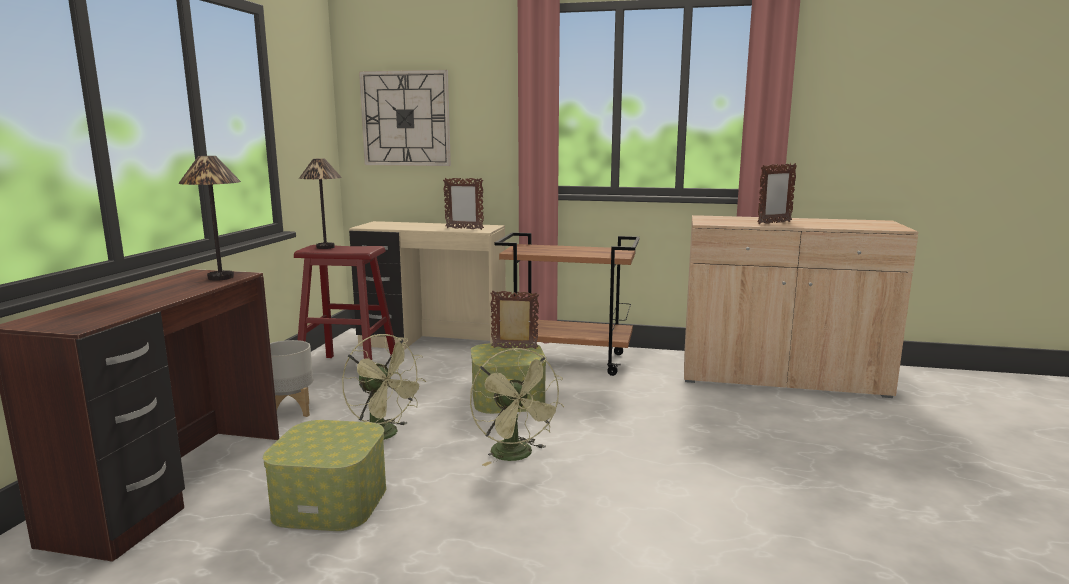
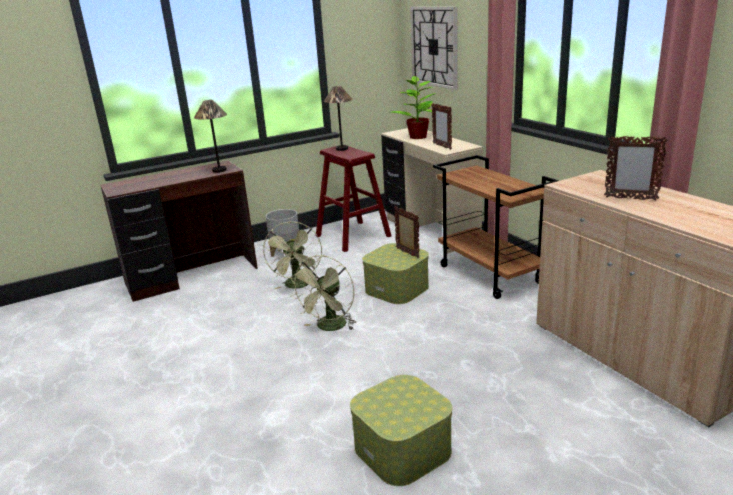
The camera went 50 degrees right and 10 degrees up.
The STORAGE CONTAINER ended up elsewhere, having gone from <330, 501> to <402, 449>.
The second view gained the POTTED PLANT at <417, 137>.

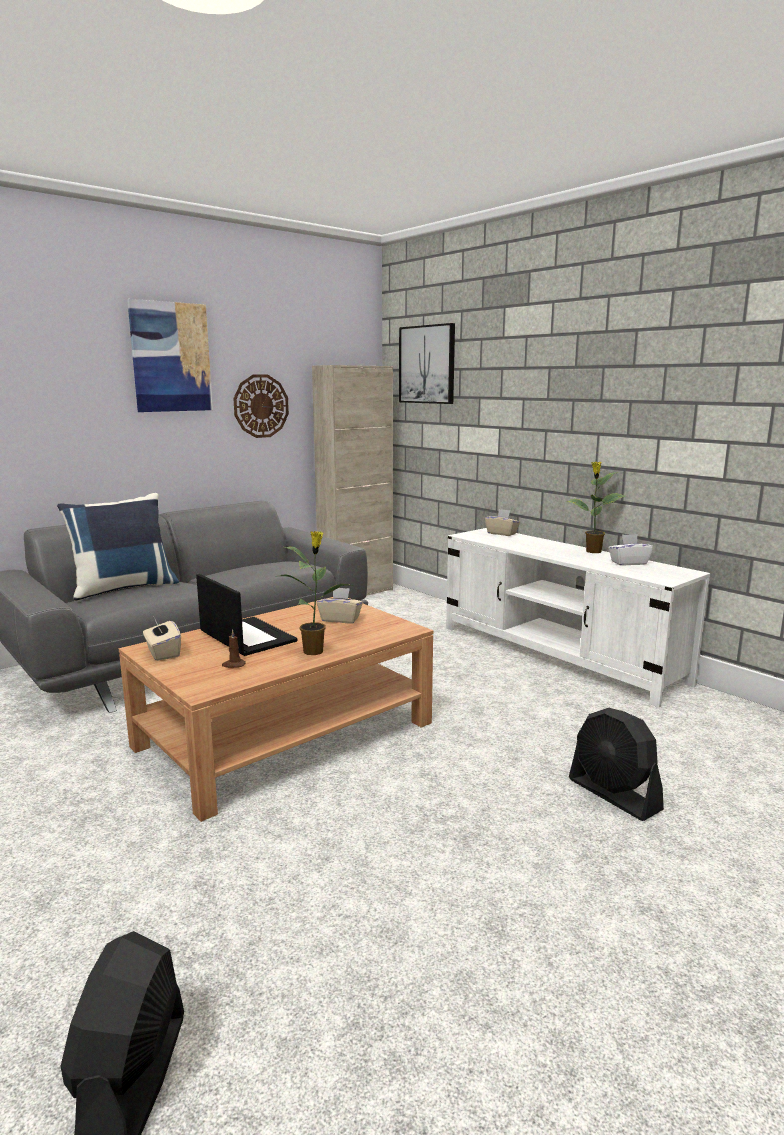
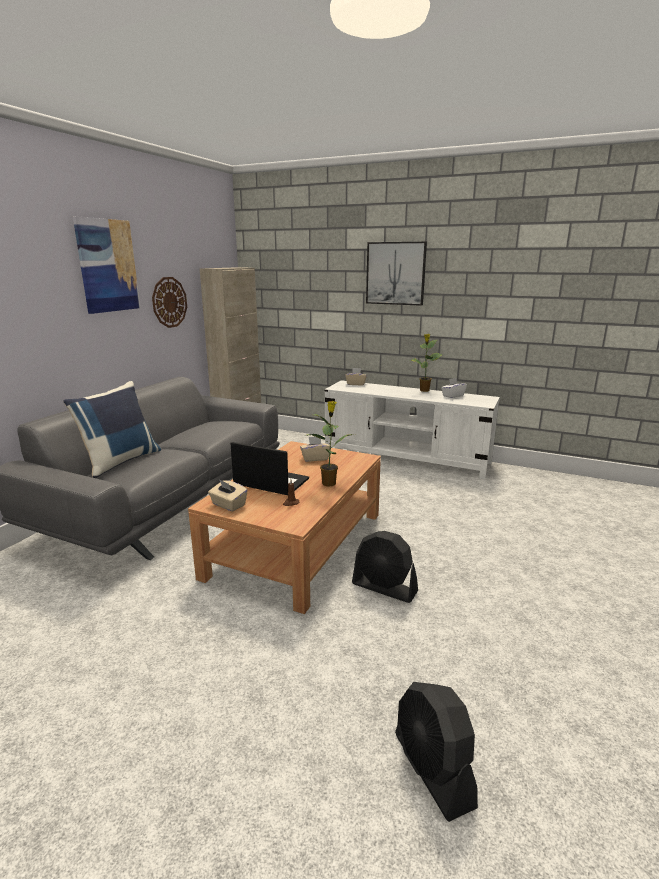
The camera went 25 degrees left and 5 degrees up.
The WALL PICTURE ended up elsewhere, having gone from <427, 364> to <395, 273>.
The BLACKISH COOLING FAN ended up elsewhere, having gone from <614, 795> to <384, 588>.

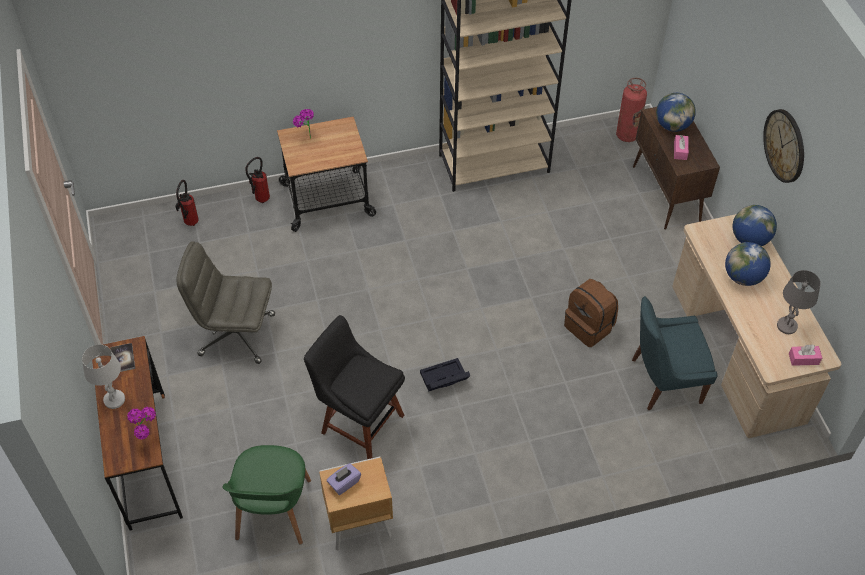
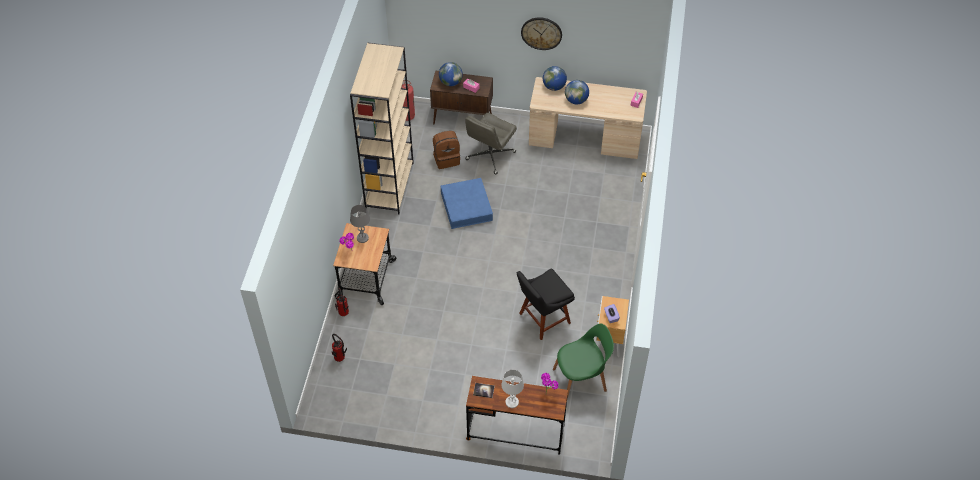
The camera went 65 degrees left and 0 degrees up.
The GREYISH OFFICE CHAIR ended up elsewhere, having gone from <236, 334> to <490, 156>.
The GREEN-COLOURED CHAIR at <273, 512> ended up facing another way, 45 degrees counterclockwise from before.
The second view lost the BLACKISH STORAGE CONTAINER at <443, 379>.
The BROWNISH RUCKSACK ended up elsewhere, having gone from <589, 327> to <446, 159>.
The second view lost the BLUISH CHAIR at <663, 381>.
The GREYISH TABLETOP LAMP ended up elsewhere, having gone from <786, 326> to <362, 238>.
The second view gained the BLUISH STORAGE CONTAINER at <466, 206>.

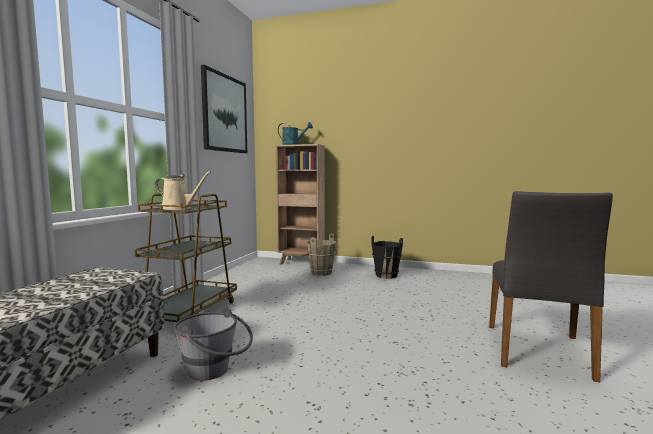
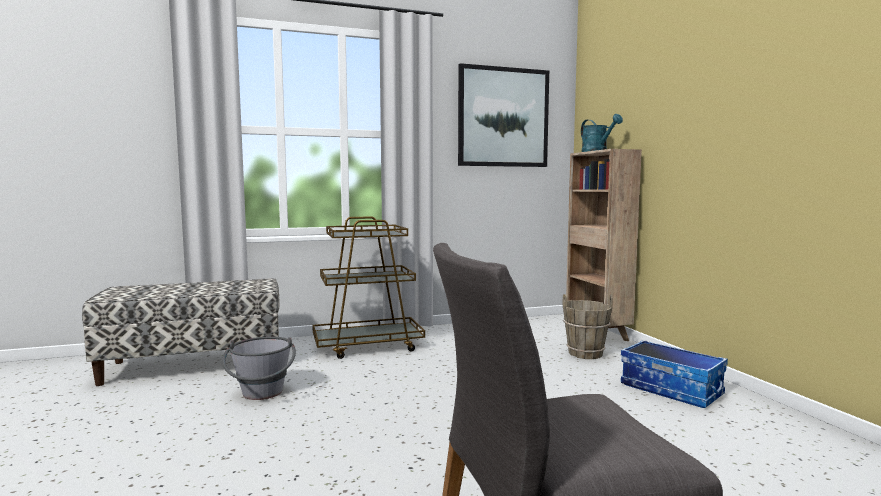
The camera went 55 degrees right and 0 degrees up.
The second view lost the BEIGE WATERING CAN at <179, 208>.
Where the BLACKISH PAIL stood at <386, 275>, the STORAGE CONTAINER came to stand at <672, 389>.

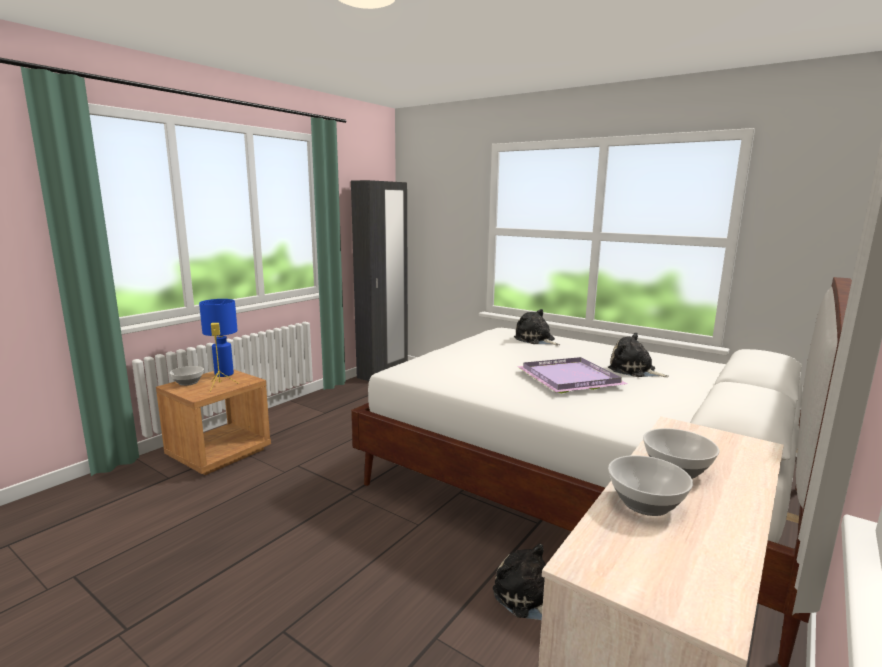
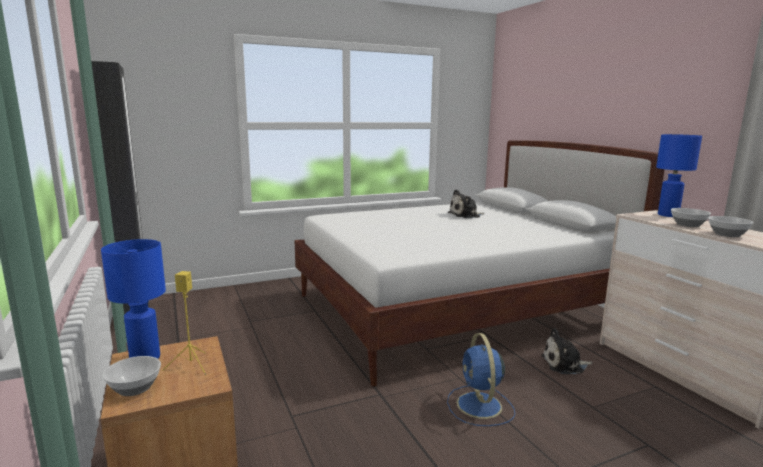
The camera went 60 degrees left and 0 degrees up.
The second view lost the PLUSH TOY at <536, 340>.
The second view lost the PURPLE-COLOURED CARRYING TRAY at <570, 377>.
The second view gained the BLUISH COOLING FAN at <479, 406>.
The second view gained the BLUISH TABLETOP LAMP at <668, 215>.

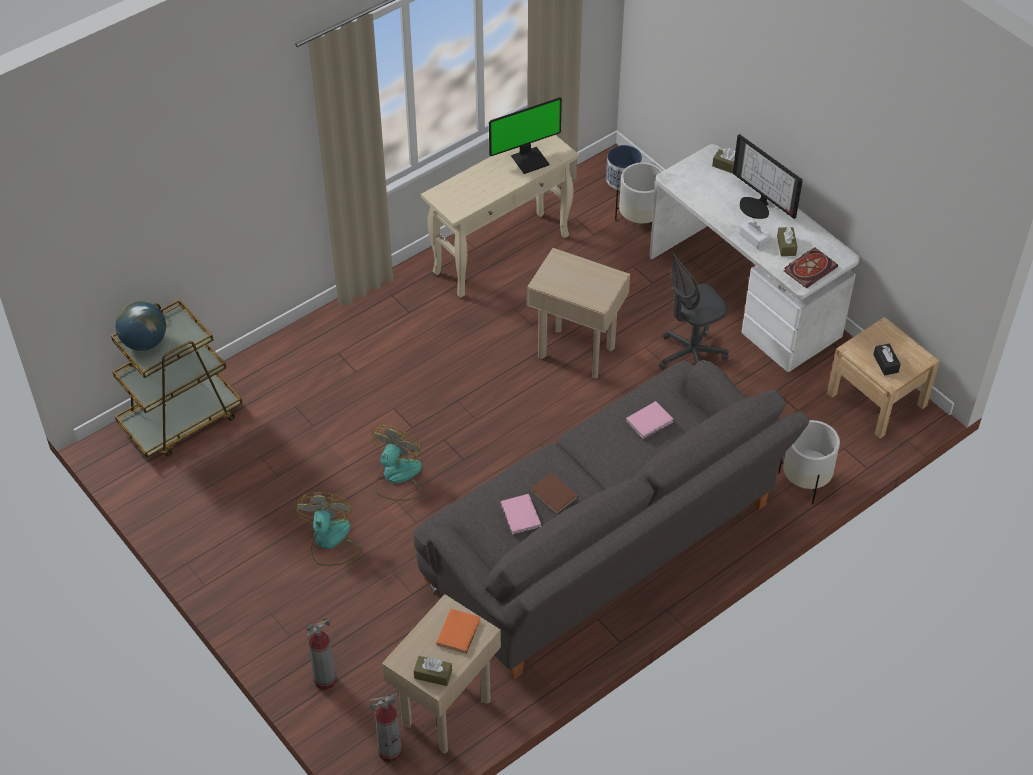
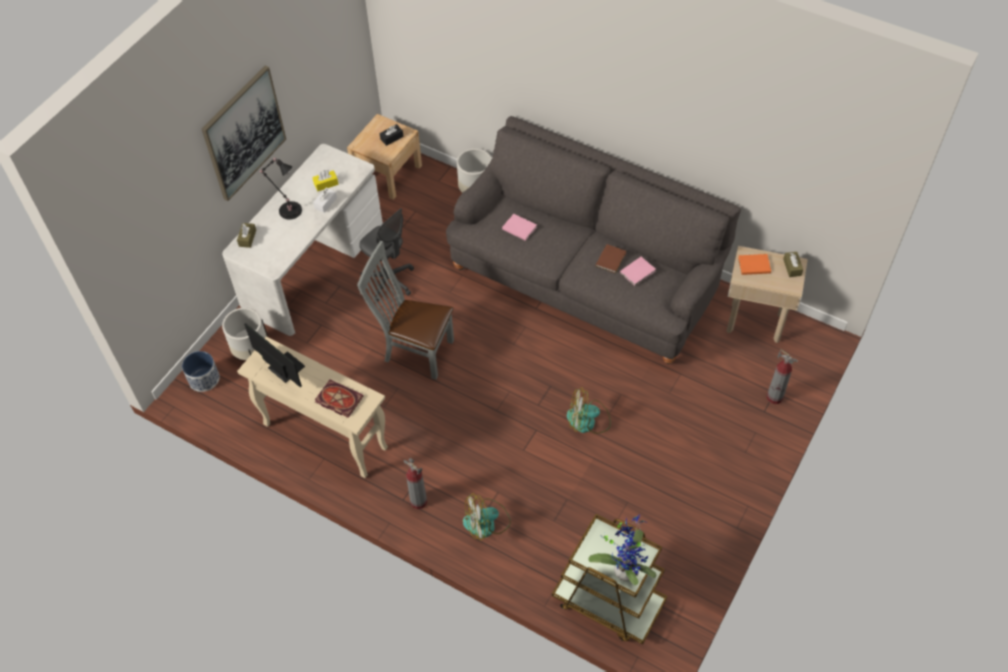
The camera went 110 degrees left and 5 degrees up.
Where the GLOBE stood at <145, 342>, the POTTED PLANT came to stand at <625, 568>.
The COOLING FAN ended up elsewhere, having gone from <330, 542> to <486, 523>.
The FIRE EXTINGUISHER ended up elsewhere, having gone from <390, 752> to <418, 501>.
Where the BEIGE ACCENT TABLE stood at <576, 352>, the GREYISH CHAIR came to stand at <414, 350>.
Where the COMPUTER DISPLAY stood at <757, 206>, the BLACKISH TABLETOP LAMP came to stand at <288, 209>.
What was the BROWNISH TISSUE BOX at <786, 246> turned into the YELLOW TISSUE BOX at <326, 184>.
The BOUND BOOK ended up elsewhere, having gone from <810, 268> to <337, 399>.
The second view gained the WALL PICTURE at <244, 133>.

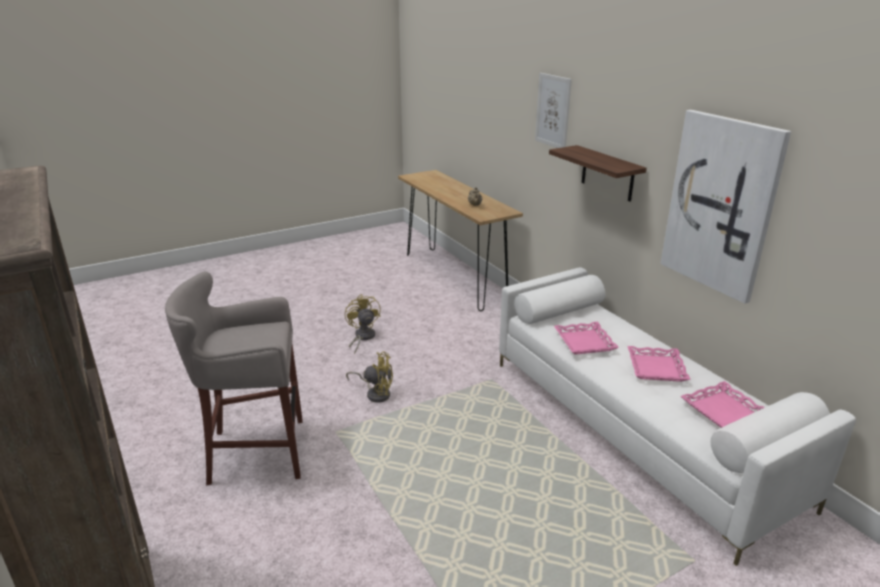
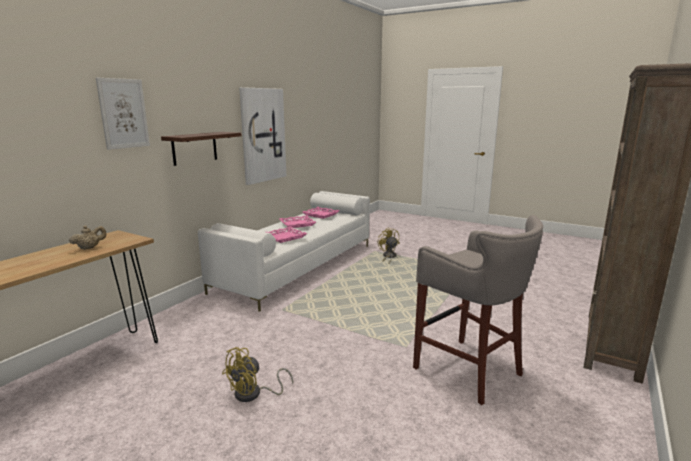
The camera went 120 degrees left and 10 degrees down.
The YELLOW COOLING FAN ended up elsewhere, having gone from <376, 393> to <388, 257>.

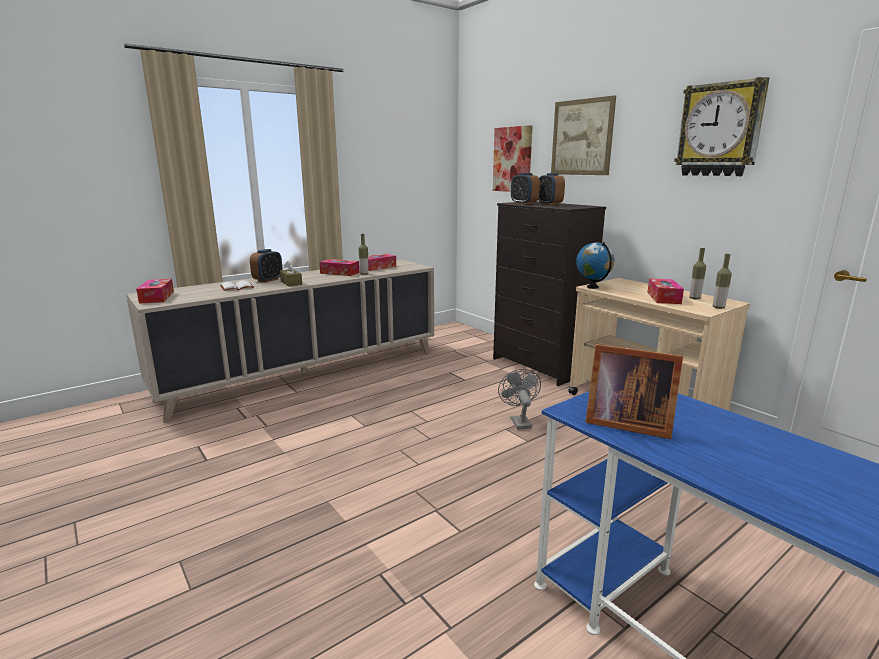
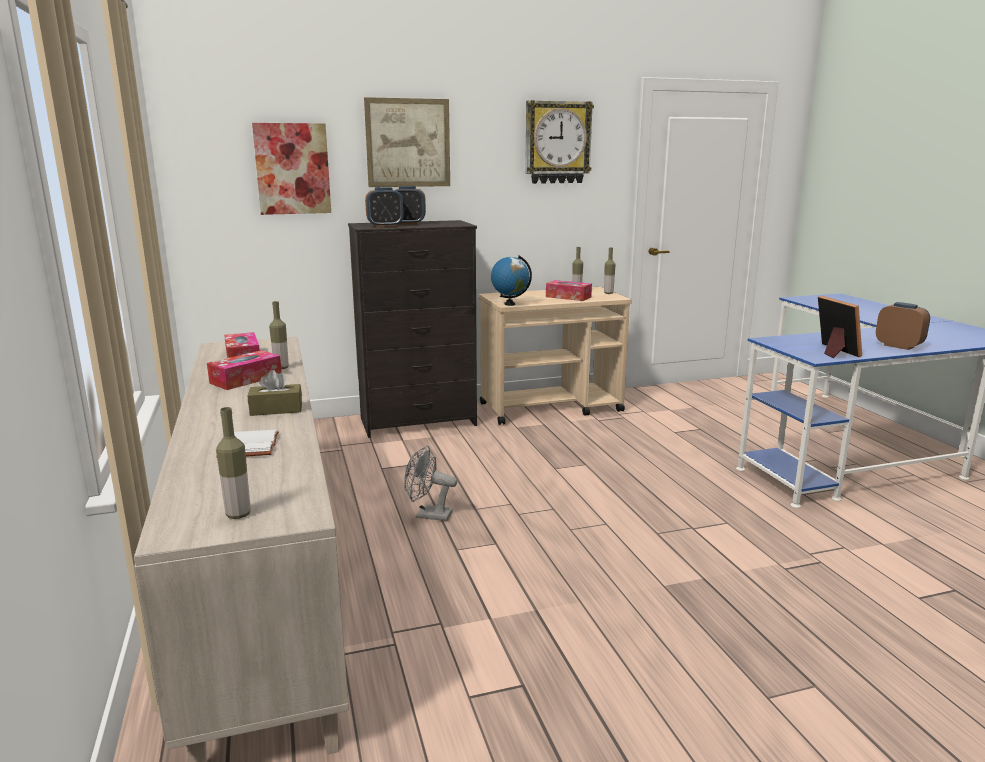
The camera went 70 degrees left and 0 degrees up.
Where the TISSUE BOX stood at <157, 297>, the BEVERAGE BOTTLE came to stand at <238, 515>.
The ALARM CLOCK ended up elsewhere, having gone from <268, 280> to <899, 346>.
The GREYISH COOLING FAN ended up elsewhere, having gone from <519, 421> to <428, 515>.
The PHOTO FRAME at <625, 422> ended up facing another way, 60 degrees counterclockwise from before.

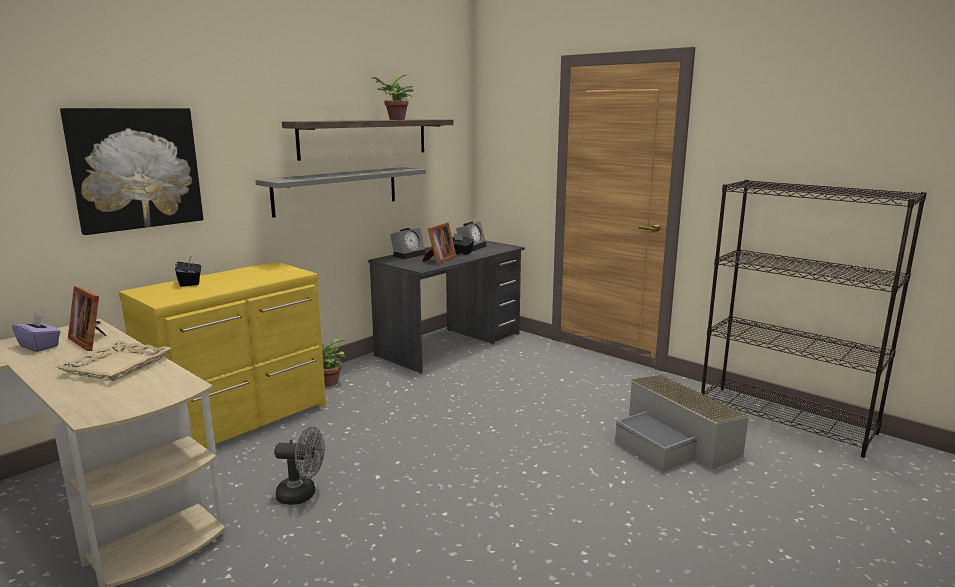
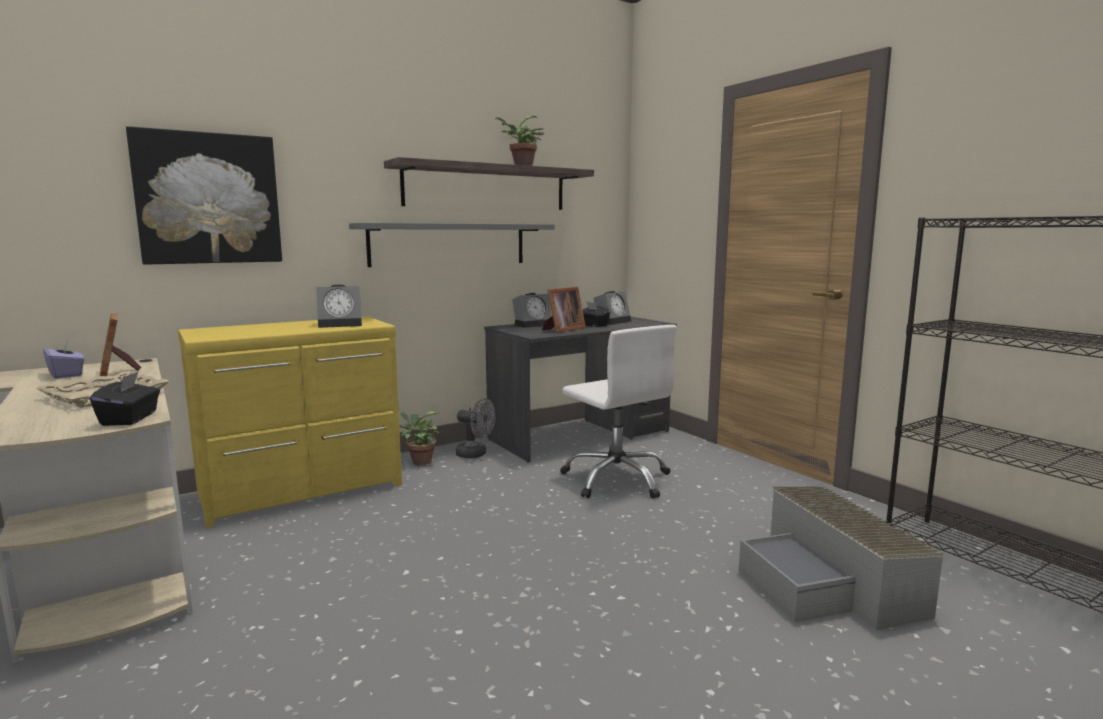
The camera went 15 degrees right and 5 degrees down.
The BLACKISH TISSUE BOX ended up elsewhere, having gone from <190, 282> to <130, 419>.
The GREYISH COOLING FAN ended up elsewhere, having gone from <302, 495> to <476, 454>.
The second view gained the ALARM CLOCK at <342, 324>.
The second view gained the WHITE-COLOURED OFFICE CHAIR at <617, 479>.

